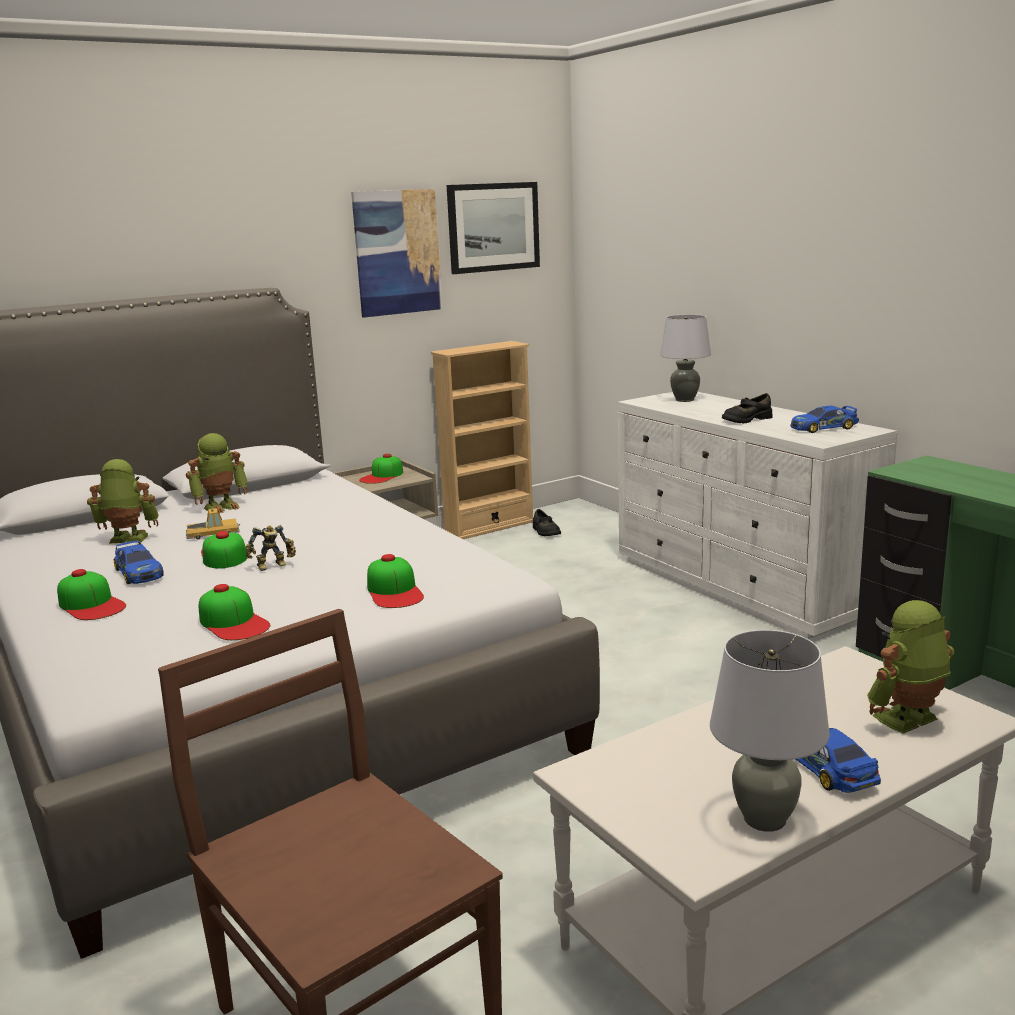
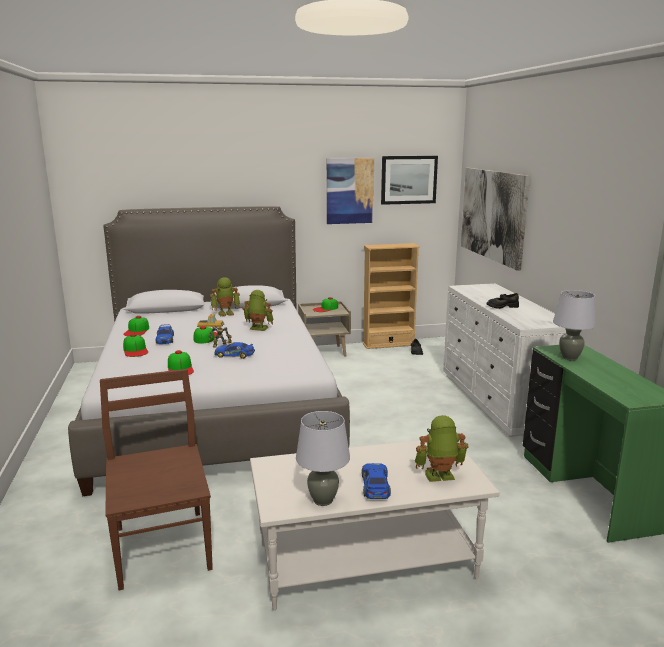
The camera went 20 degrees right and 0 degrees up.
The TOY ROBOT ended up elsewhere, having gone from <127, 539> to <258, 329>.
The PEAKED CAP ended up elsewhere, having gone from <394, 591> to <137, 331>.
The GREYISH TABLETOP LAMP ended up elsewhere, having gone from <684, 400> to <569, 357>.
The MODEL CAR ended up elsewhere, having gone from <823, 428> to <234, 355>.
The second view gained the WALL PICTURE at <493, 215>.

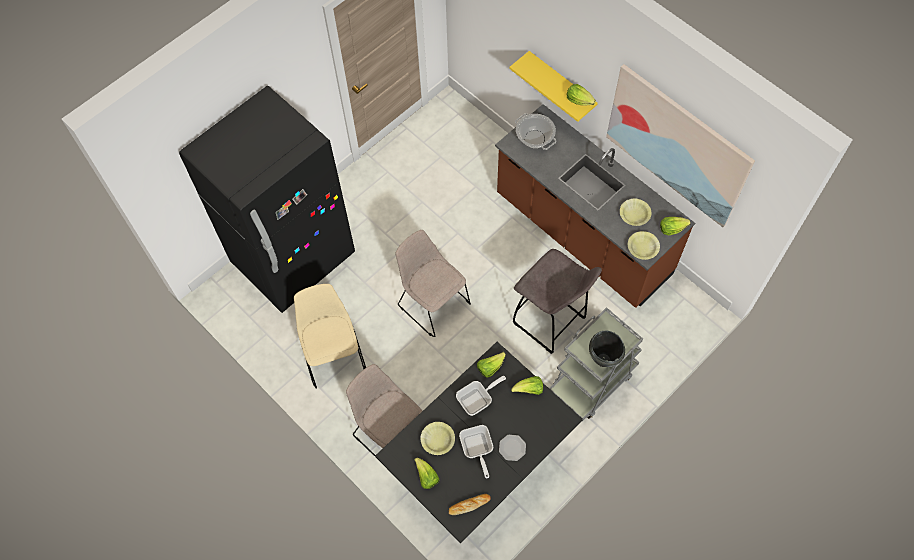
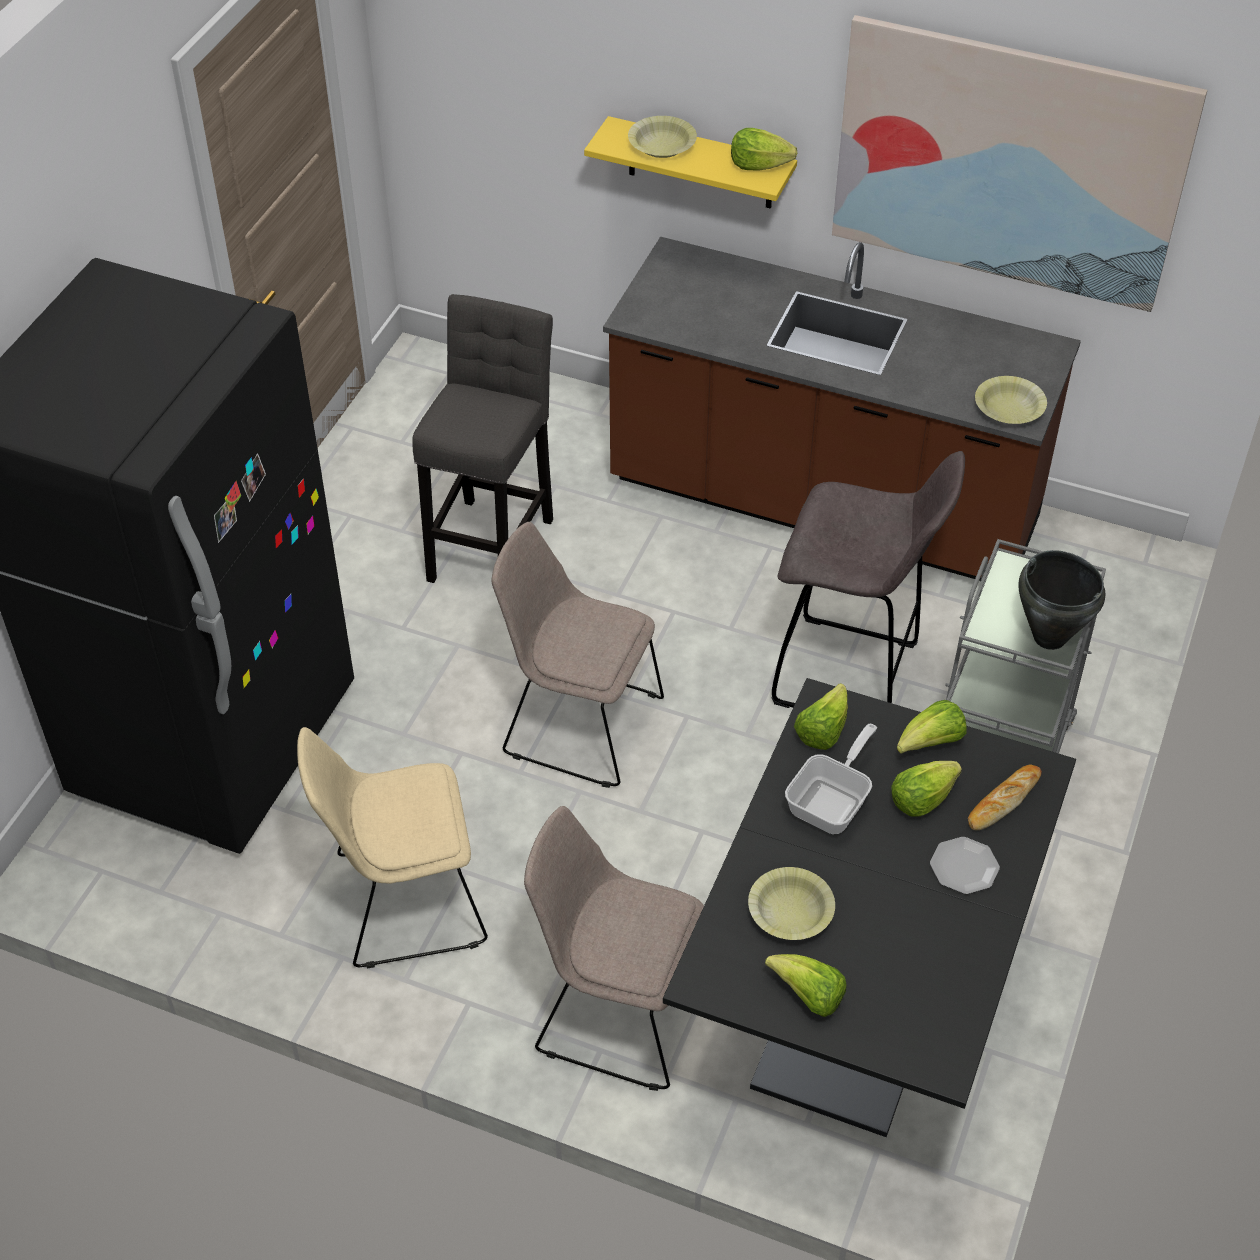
The camera went 25 degrees left and 15 degrees down.
The BEIGE CHAIR at <333, 355> ended up facing another way, 60 degrees counterclockwise from before.
The BREAD ended up elsewhere, having gone from <469, 505> to <1003, 801>.
The second view lost the PAN at <477, 450>.
The second view lost the SAUCEPOT at <535, 139>.
The YELLOW BOWL ended up elsewhere, having gone from <634, 215> to <662, 146>.
The LETTUCE HEAD ended up elsewhere, having gone from <671, 229> to <921, 799>.
The second view gained the GREYISH STOOL at <492, 543>.

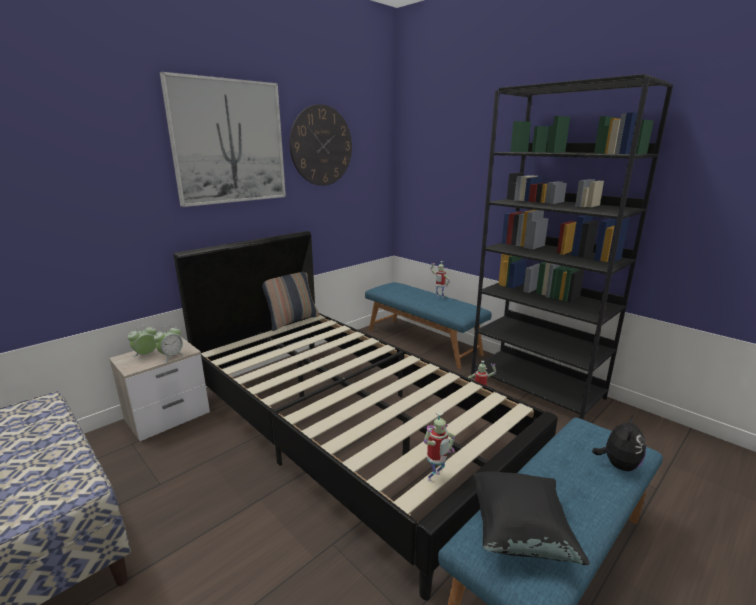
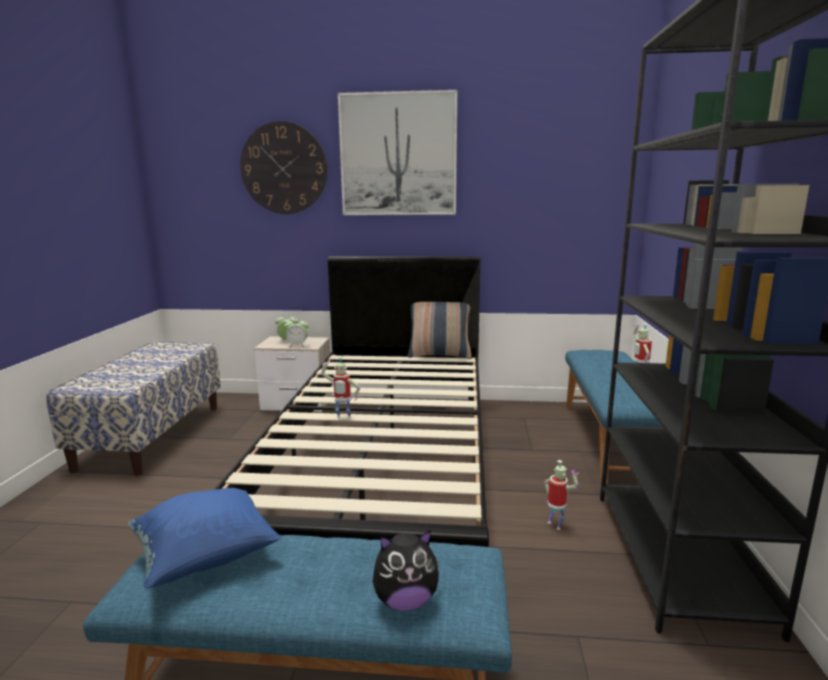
The camera went 50 degrees right and 5 degrees down.
The WALL CLOCK ended up elsewhere, having gone from <321, 146> to <284, 168>.
The TOY ROBOT ended up elsewhere, having gone from <435, 478> to <343, 418>.
What was the BLACKISH THROW PILLOW at <520, 533> turned into the BLUISH THROW PILLOW at <205, 558>.

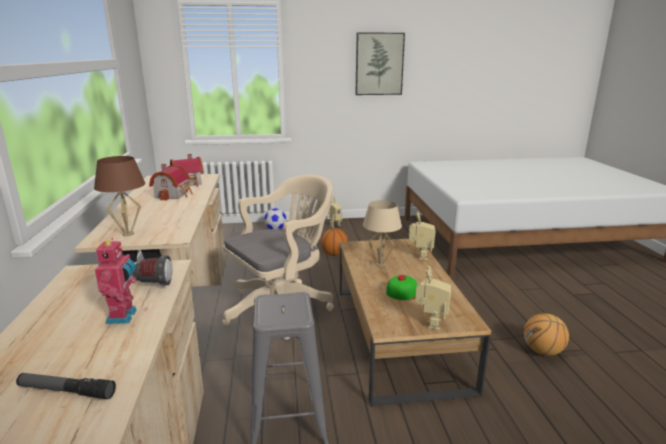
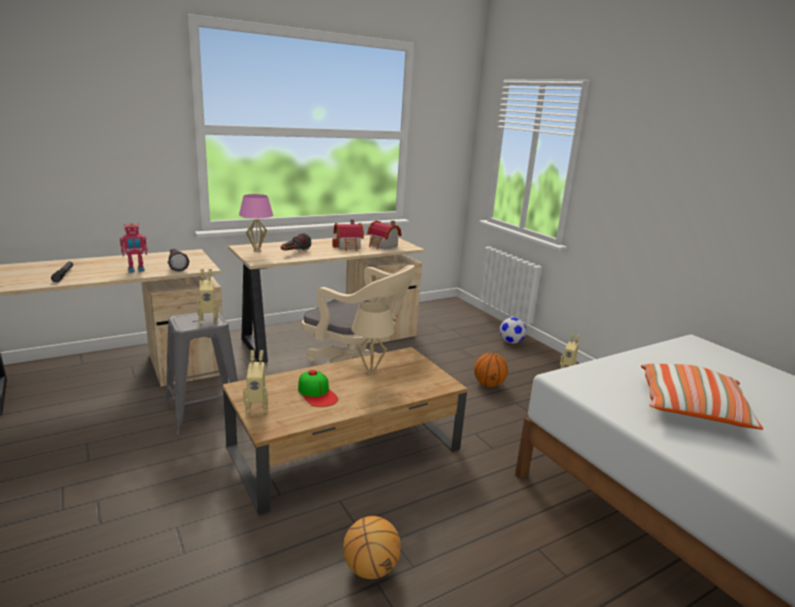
The camera went 65 degrees right and 0 degrees up.
What was the BROWNISH TABLETOP LAMP at <128, 234> turned into the PINK TABLETOP LAMP at <257, 250>.
The second view lost the WALL PICTURE at <379, 64>.
The TOY ROBOT ended up elsewhere, having gone from <420, 256> to <208, 320>.
The second view gained the HAND TORCH at <294, 252>.
The second view gained the THROW PILLOW at <692, 410>.

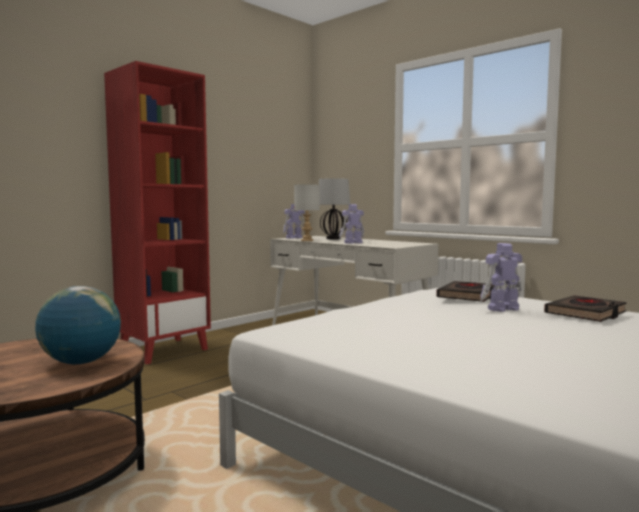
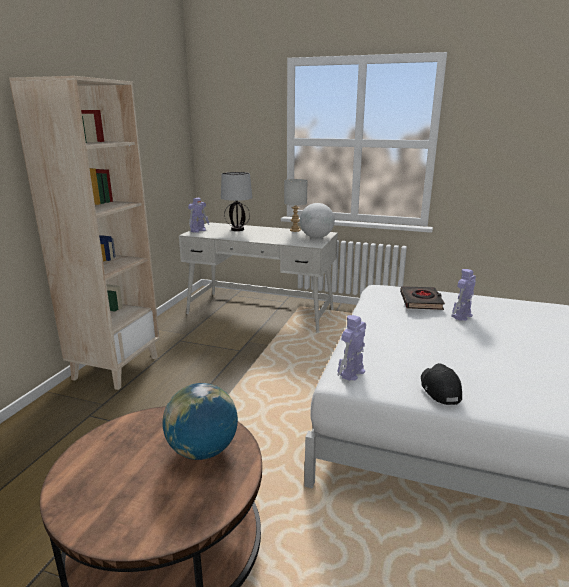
The camera went 25 degrees left and 15 degrees up.
What was the RED BOOKSHELF at <164, 350> turned into the BEIGE BOOKSHELF at <116, 367>.
The GREYISH TABLETOP LAMP ended up elsewhere, having gone from <307, 240> to <295, 230>.
The TOY ROBOT ended up elsewhere, having gone from <352, 243> to <351, 373>.
The second view lost the BLACKISH BOUND BOOK at <586, 314>.
The second view gained the GLOBE at <316, 237>.
The second view gained the BLACKISH PEAKED CAP at <439, 389>.

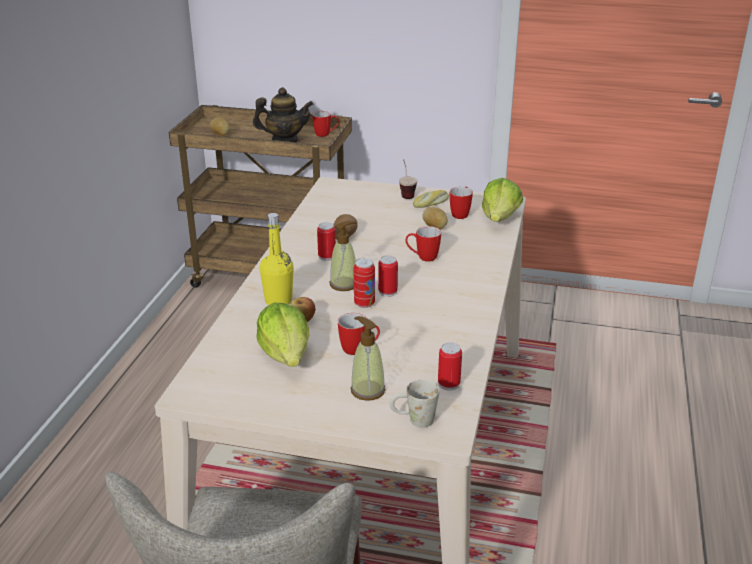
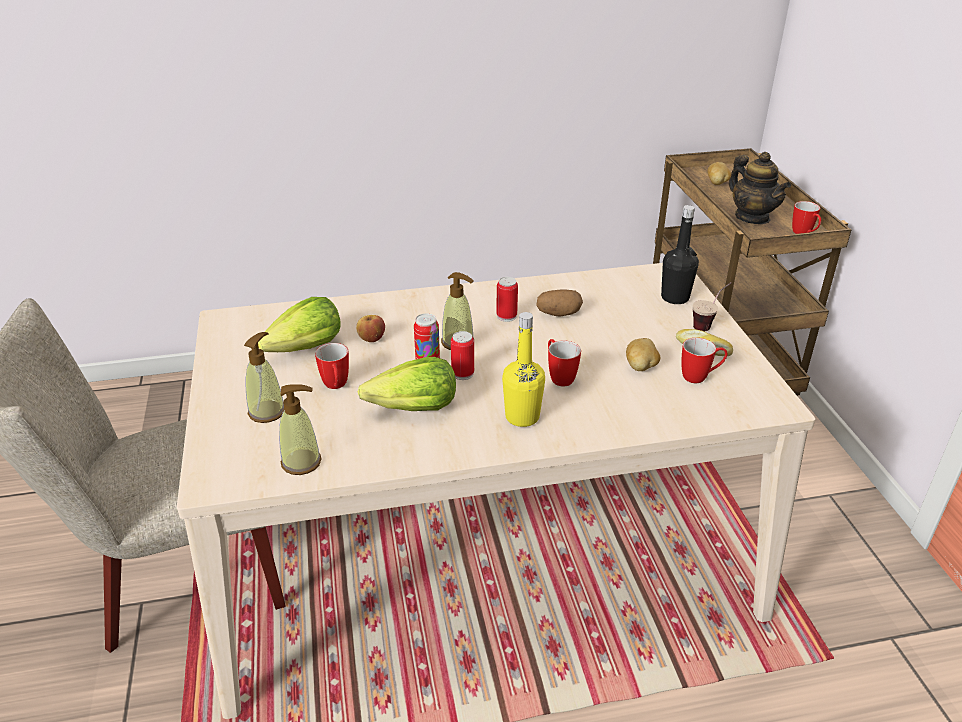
The camera went 65 degrees right and 5 degrees up.
The YELLOW BEVERAGE BOTTLE ended up elsewhere, having gone from <278, 301> to <522, 417>.
The second view lost the WHITE-COLOURED MUG at <413, 420>.
Where the CAN stood at <449, 384>, the SOAP BOTTLE came to stand at <301, 462>.
The LETTUCE HEAD ended up elsewhere, having gone from <500, 218> to <414, 408>.
The second view gained the BLACKISH BEVERAGE BOTTLE at <675, 297>.

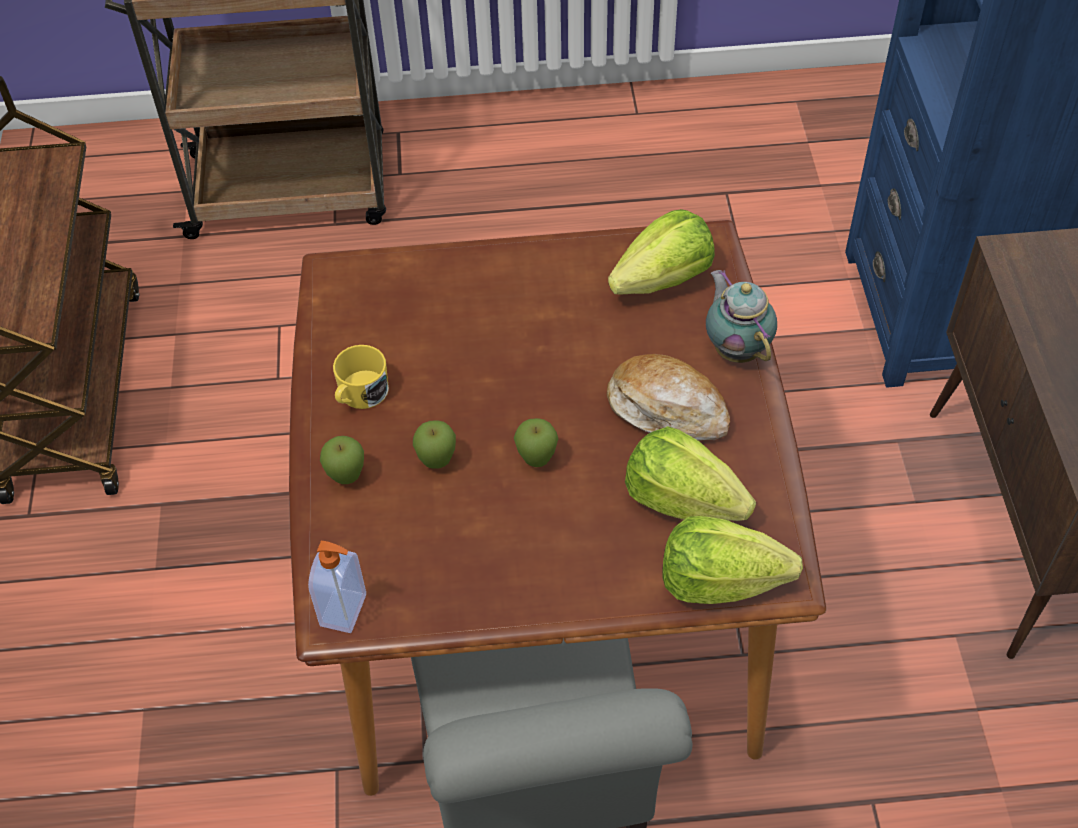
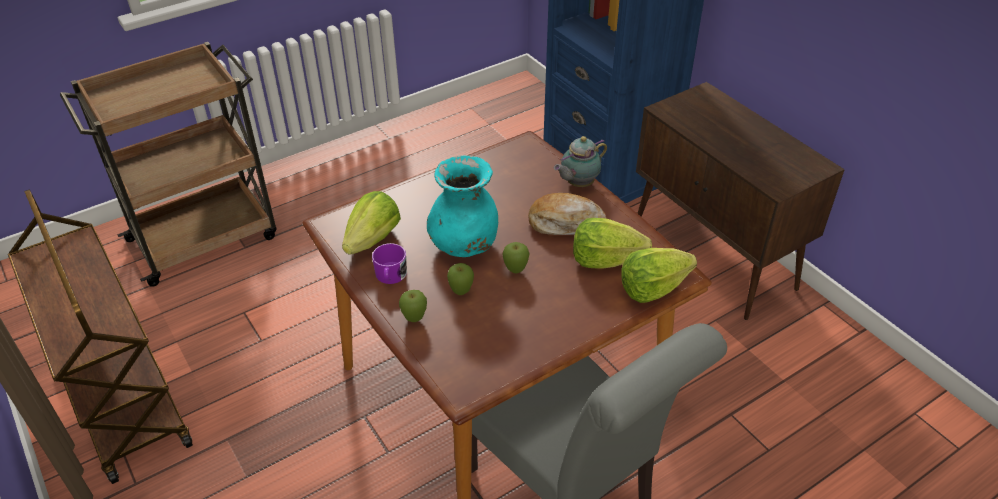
The camera went 30 degrees left and 10 degrees down.
The second view lost the SOAP BOTTLE at <345, 611>.
What was the YELLOW MUG at <360, 395> turned into the PURPLE-COLOURED MUG at <390, 276>.
The LETTUCE HEAD ended up elsewhere, having gone from <663, 280> to <373, 240>.
The TEAPOT at <736, 348> ended up facing another way, 75 degrees counterclockwise from before.
The second view gained the TURQUOISE-COLOURED VASE at <464, 245>.

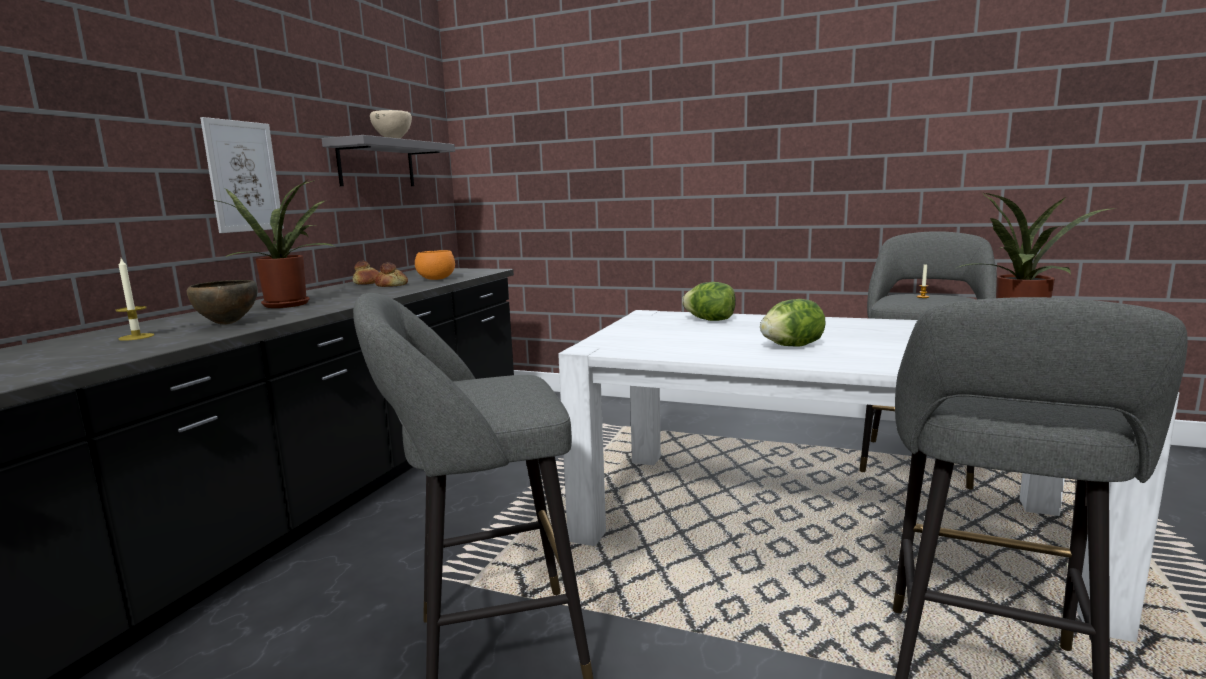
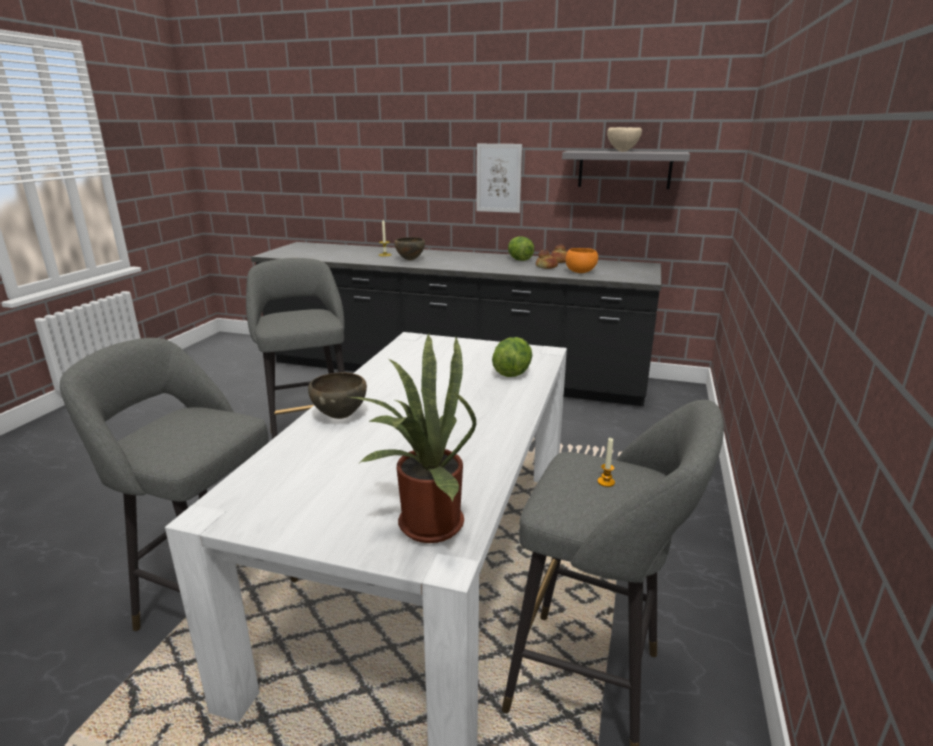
The camera went 85 degrees right and 10 degrees up.
The second view lost the POTTED PLANT at <288, 304>.
The LETTUCE HEAD ended up elsewhere, having gone from <792, 346> to <519, 260>.
The second view gained the BROWNISH BOWL at <340, 416>.

